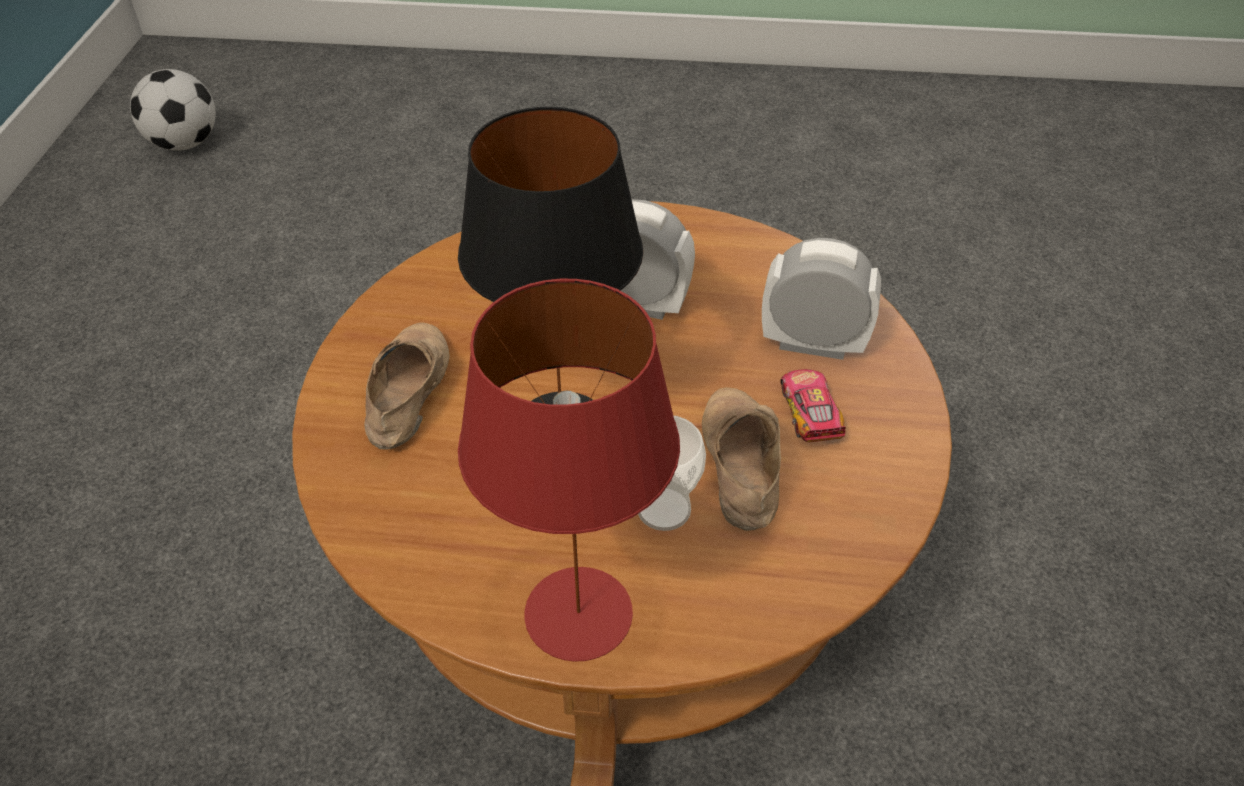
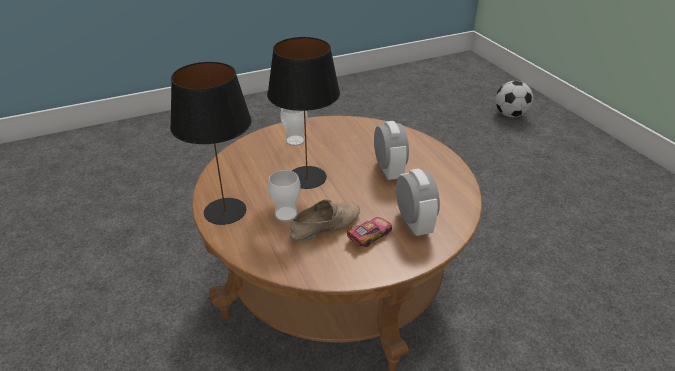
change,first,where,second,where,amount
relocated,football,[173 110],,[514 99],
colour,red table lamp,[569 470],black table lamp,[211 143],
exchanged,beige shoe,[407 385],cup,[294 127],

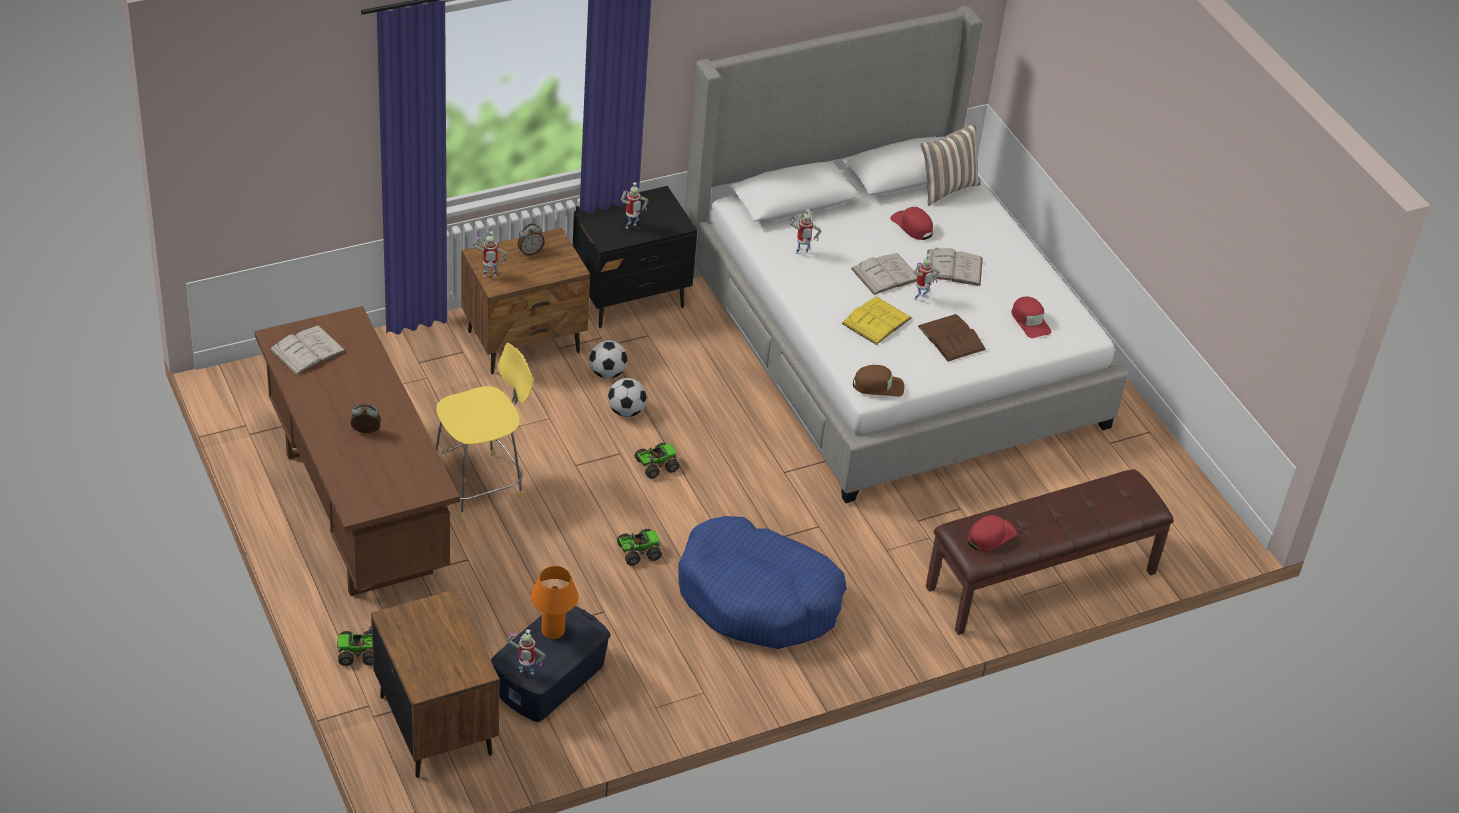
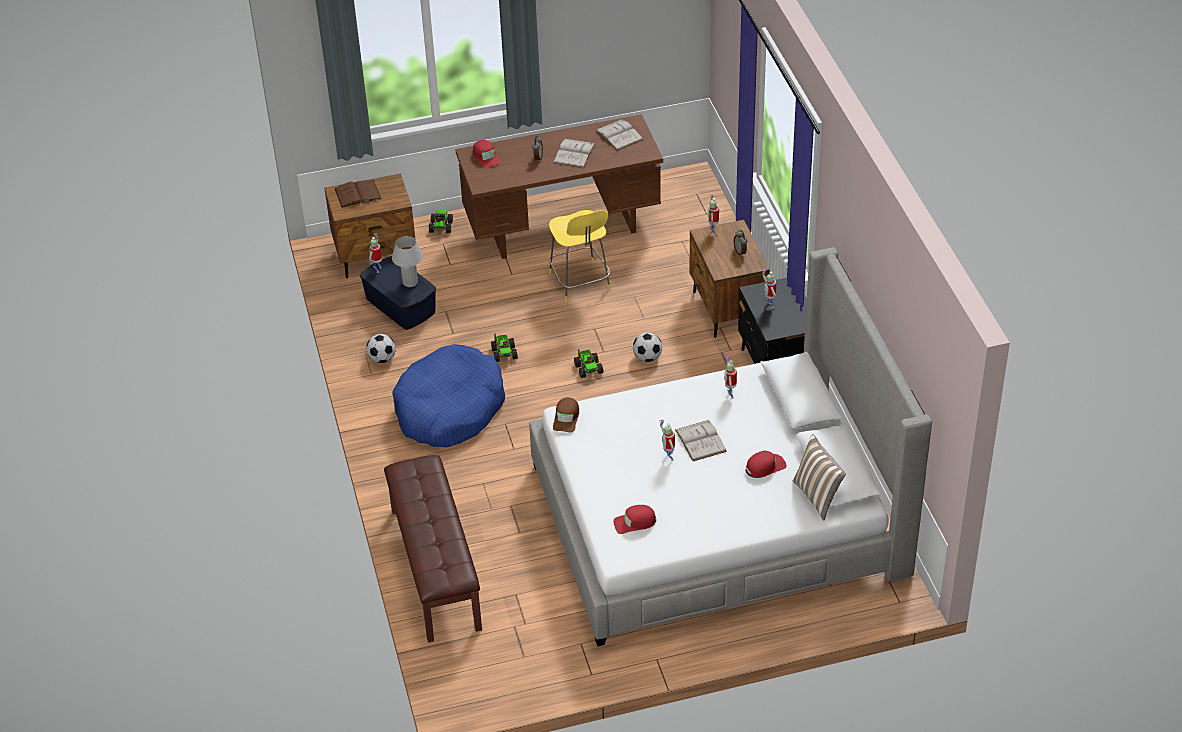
change,first,where,second,where,amount
relocated,white book,[955 267],,[574 154],
missing,yellow book,[876 320],,,
relocated,brown book,[952 338],,[358 194],
relocated,football,[608 359],,[381 348],
relocated,red cap,[992 533],,[487 154],
colour,orange table lamp,[554 602],white table lamp,[407 261],

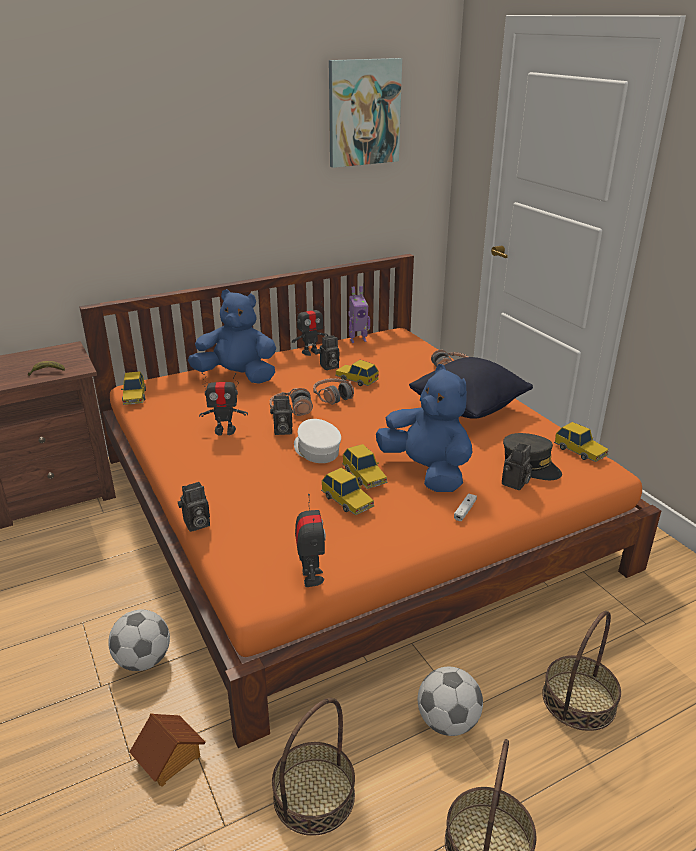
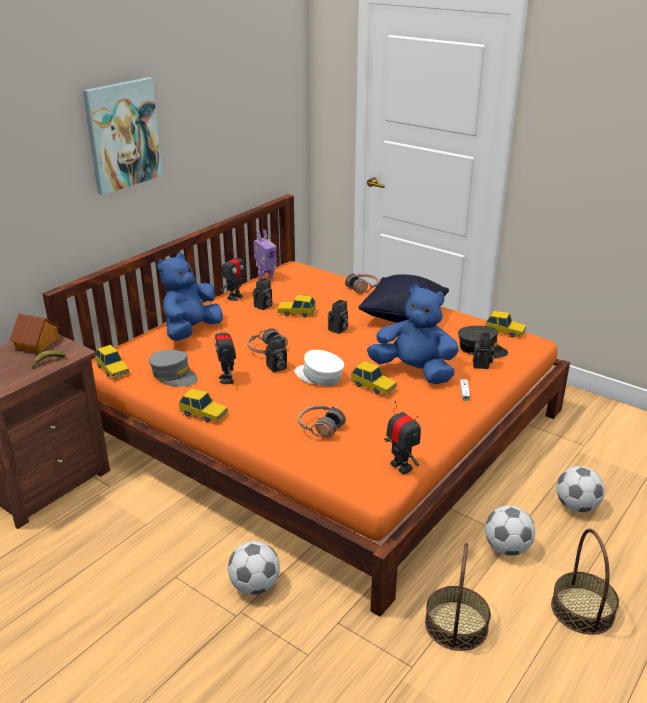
change,first,where,second,where,amount
relocated,picture,[365 113],,[123 136],
spun,blue plush toy,[232 336],,[190 297],45 degrees counterclockwise
spun,toy robot,[223 404],,[225 352],105 degrees clockwise
relocated,headphones,[333 391],,[322 421],
relocated,toy car,[348 491],,[203 405],
relocated,photo camera,[194 507],,[338 317],
exchanged,basket,[581 671],football,[580 489],
relocated,toy house,[167 750],,[35 333],
appeared,,,grey cap,[173 368],

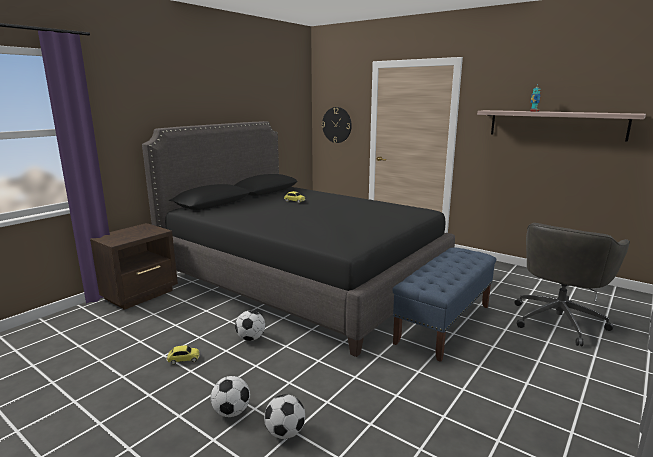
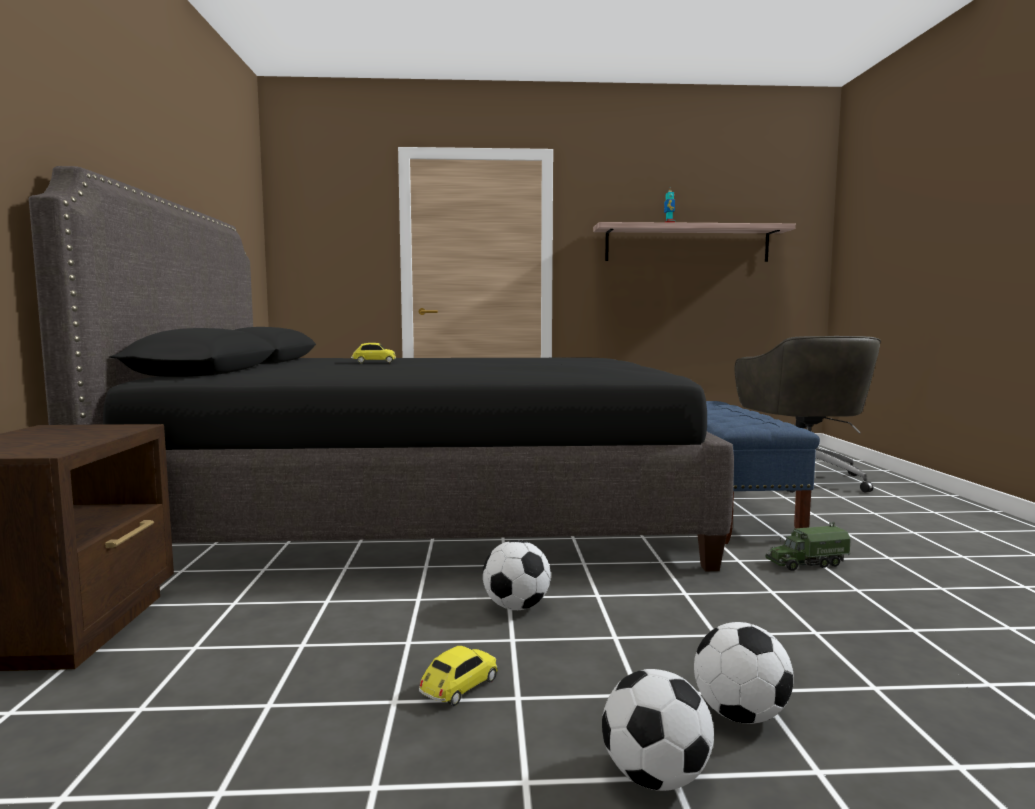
change,first,where,second,where,amount
missing,wall clock,[337 125],,,
relocated,football,[284 416],,[658 730],
appeared,,,toy truck,[808 546],

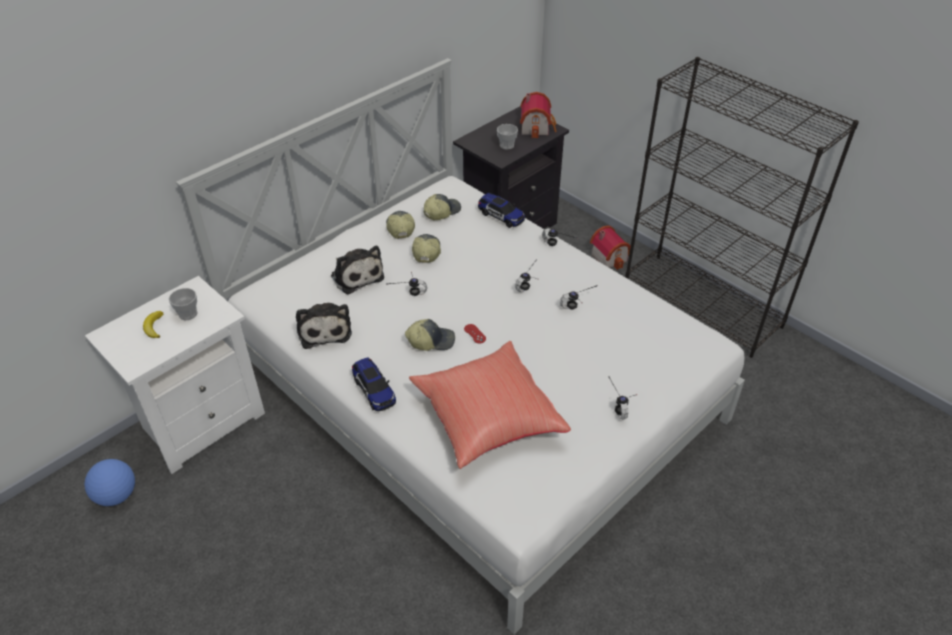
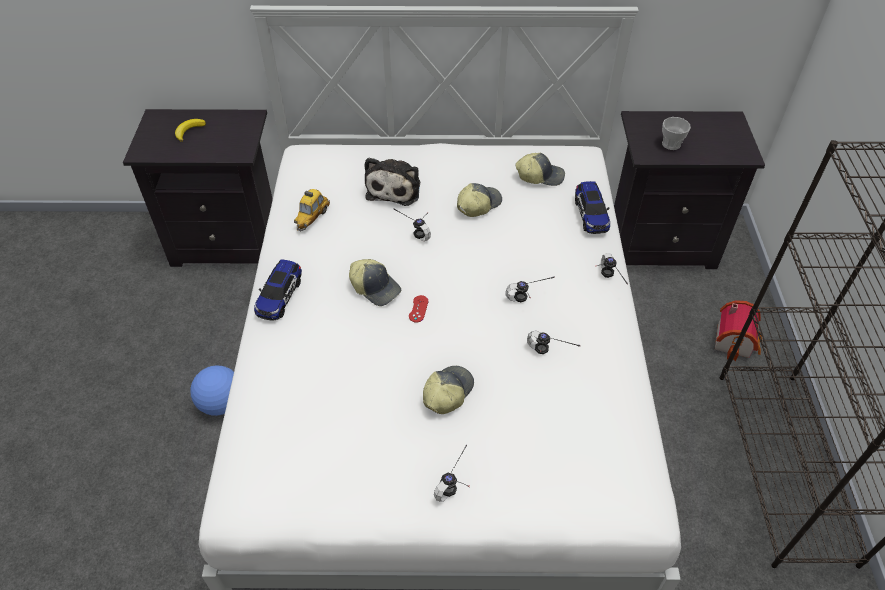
change,first,where,second,where,amount
missing,toy house,[538 115],,,
relocated,cap,[400 225],,[448 390],
colour,white nightstand,[175 375],black nightstand,[198 188],
missing,cup,[183 304],,,
exchanged,plush toy,[324 326],toy car,[312 210],
missing,red pillow,[490 405],,,
relocated,football,[109 482],,[212 391],

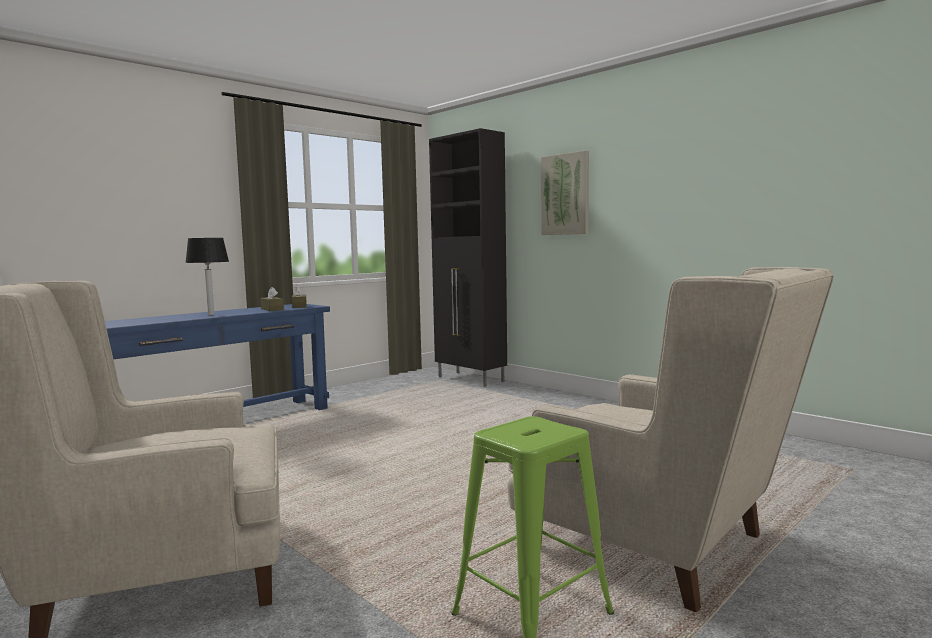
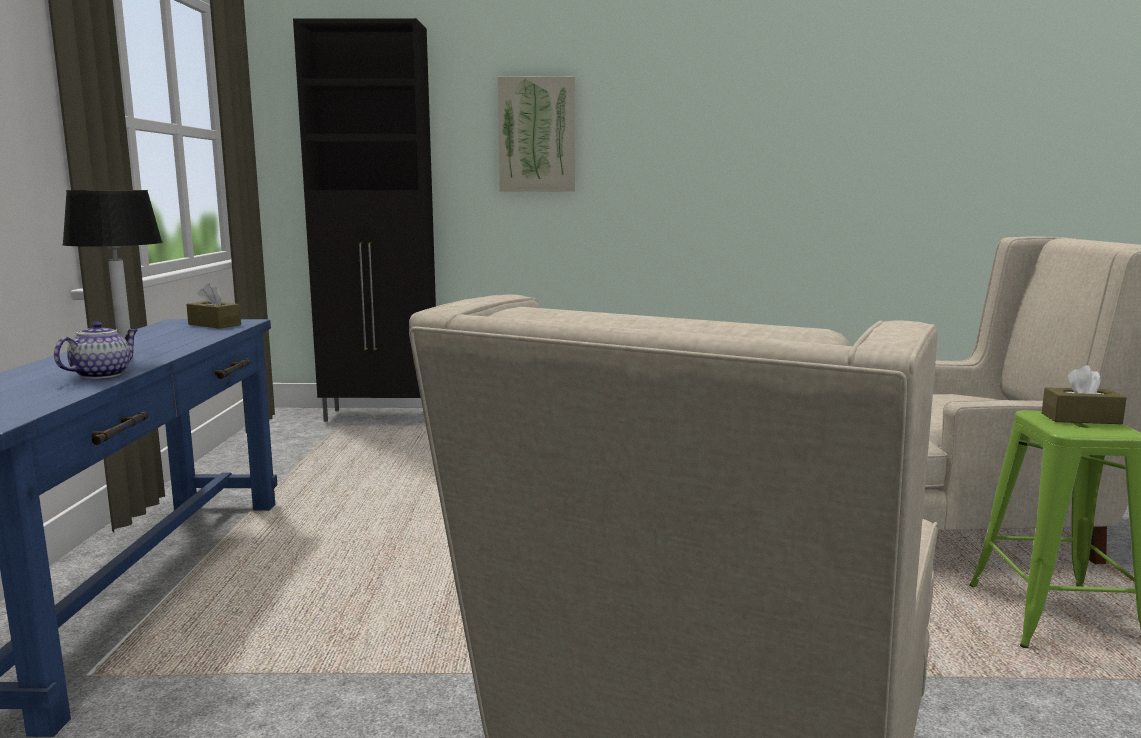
change,first,where,second,where,amount
relocated,brown tissue box,[272 299],,[1084 394],
appeared,,,teapot,[96 350],

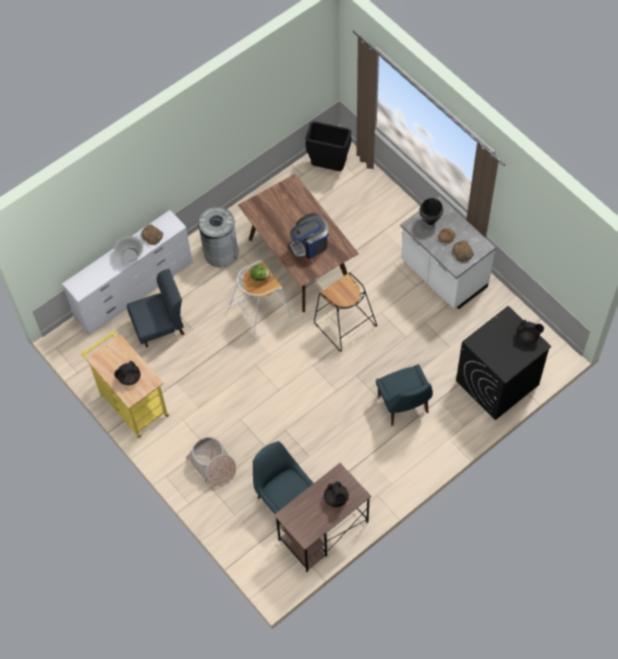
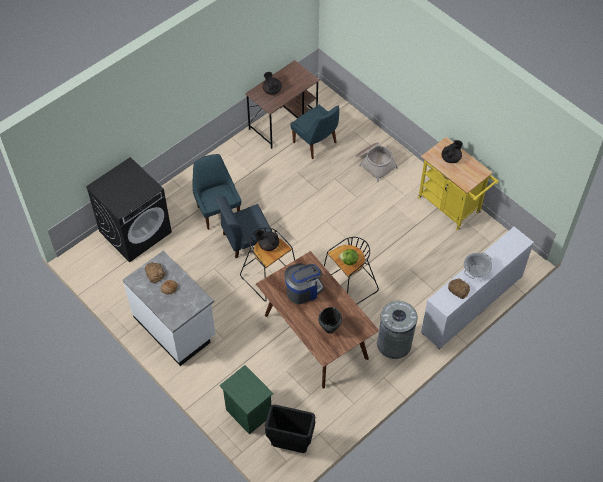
change,first,where,second,where,amount
relocated,black cooking pot,[431 211],,[330 320],
colour,white stool,[260 299],black stool,[351 270],
relocated,blue chair,[155 308],,[243 227],
relocated,black teapot,[530 332],,[267 240],
appeared,,,green nightstand,[246 400],

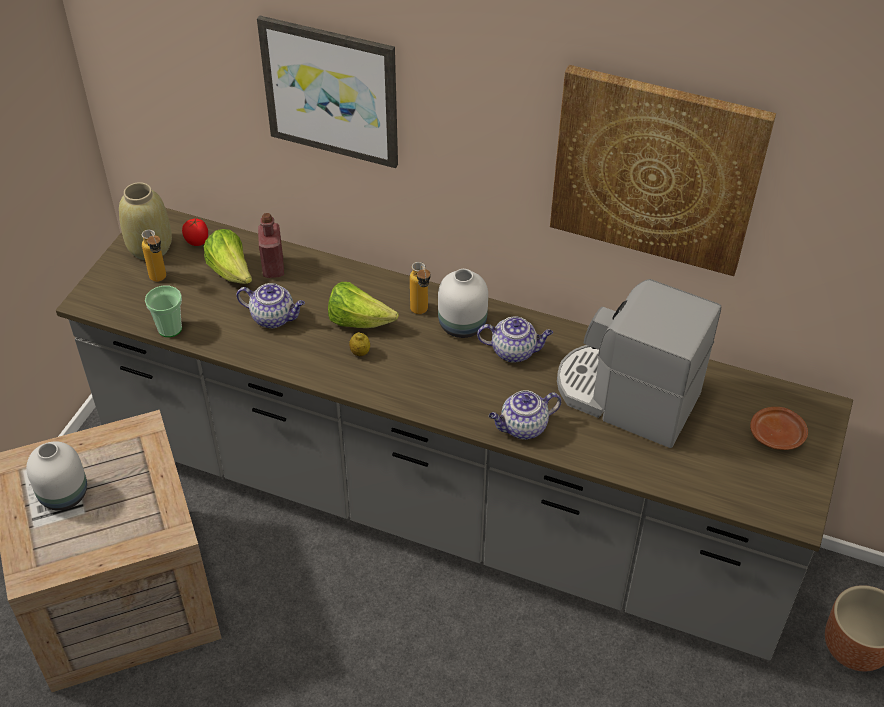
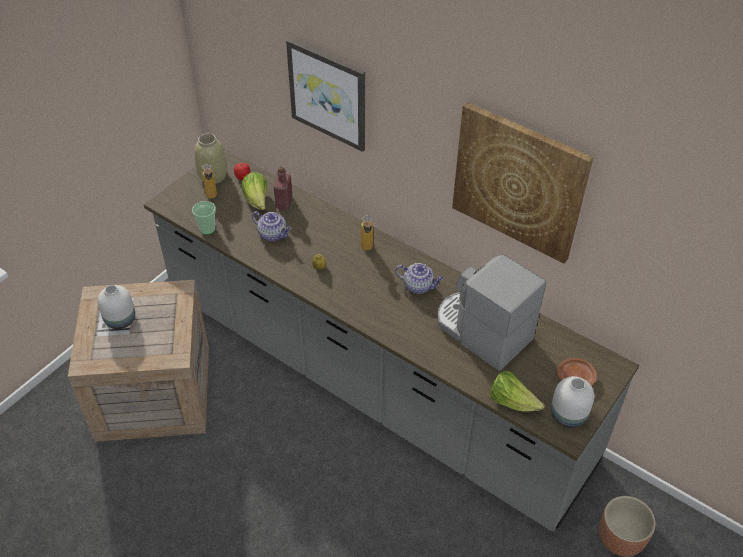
change,first,where,second,where,amount
relocated,white vase,[463 303],,[572 402],
relocated,lettuce,[363 305],,[517 391],
missing,teapot,[525 415],,,

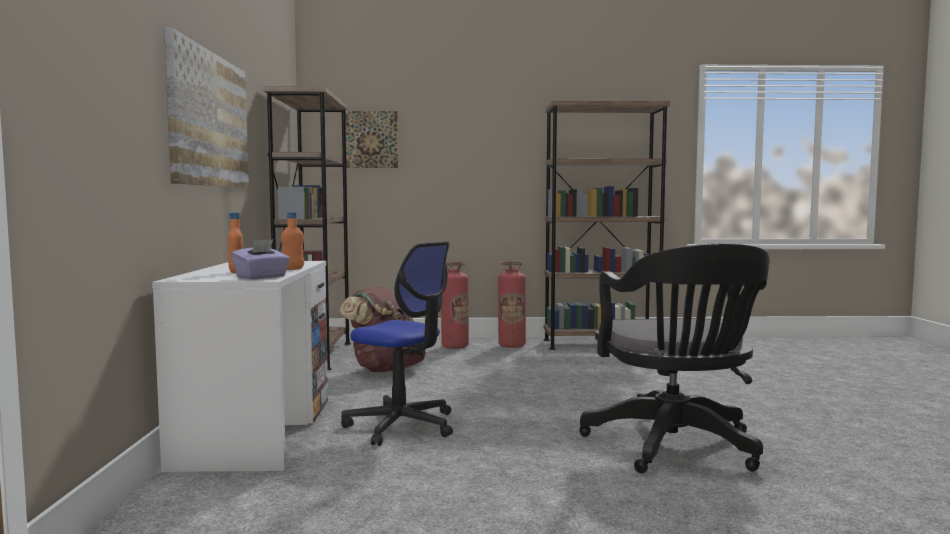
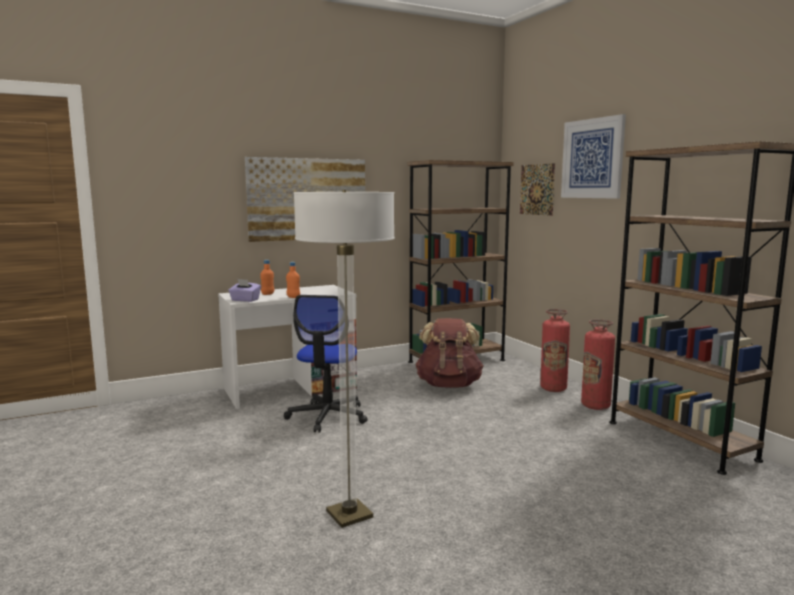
change,first,where,second,where,amount
exchanged,black office chair,[674 358],floor lamp,[344 359],
appeared,,,picture,[593 156],

